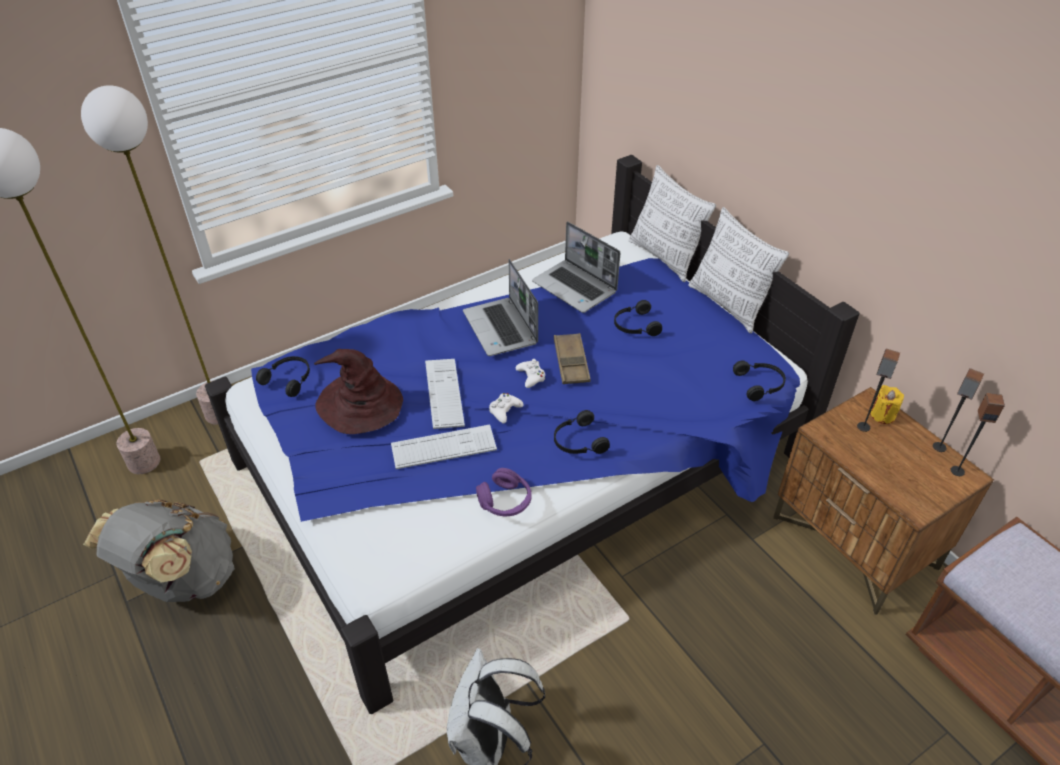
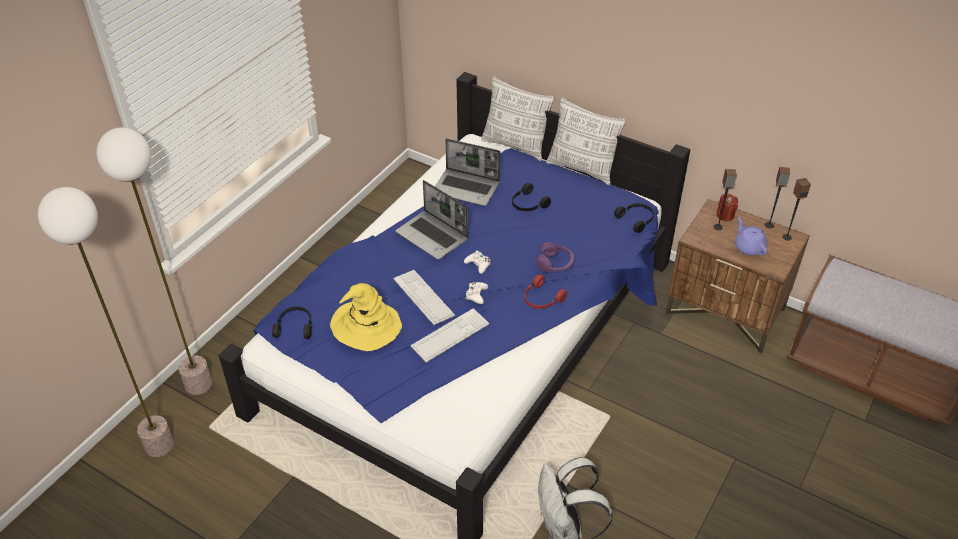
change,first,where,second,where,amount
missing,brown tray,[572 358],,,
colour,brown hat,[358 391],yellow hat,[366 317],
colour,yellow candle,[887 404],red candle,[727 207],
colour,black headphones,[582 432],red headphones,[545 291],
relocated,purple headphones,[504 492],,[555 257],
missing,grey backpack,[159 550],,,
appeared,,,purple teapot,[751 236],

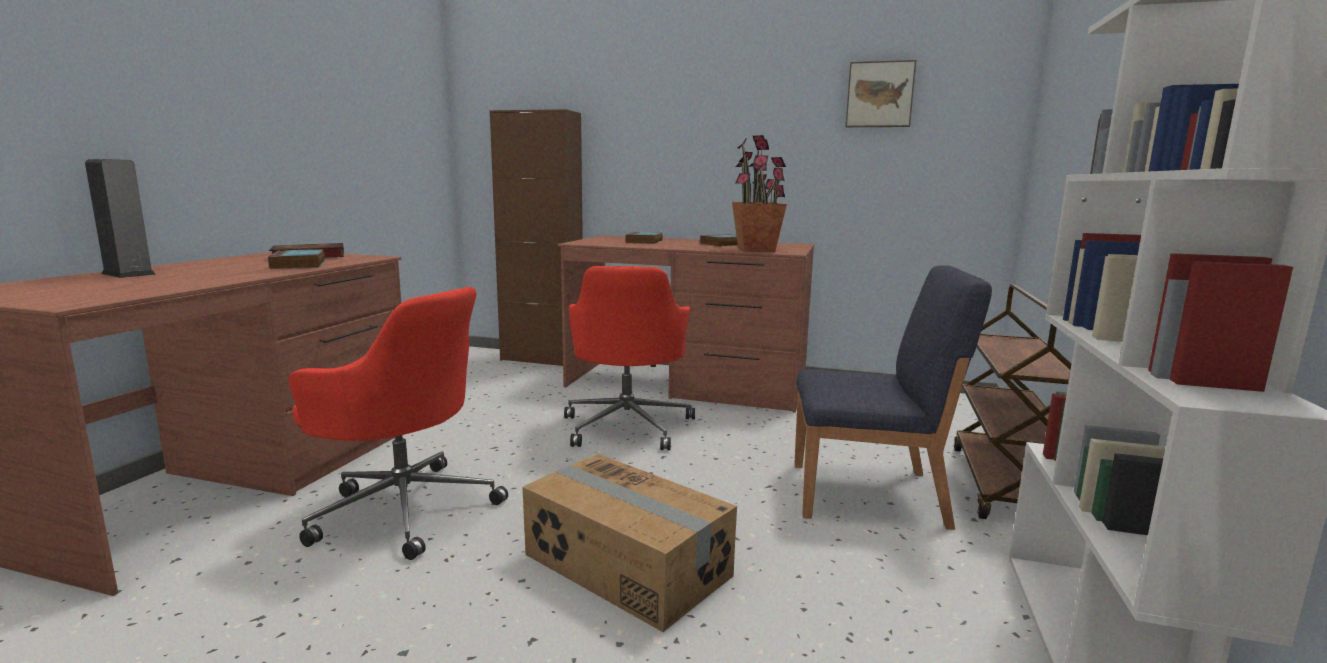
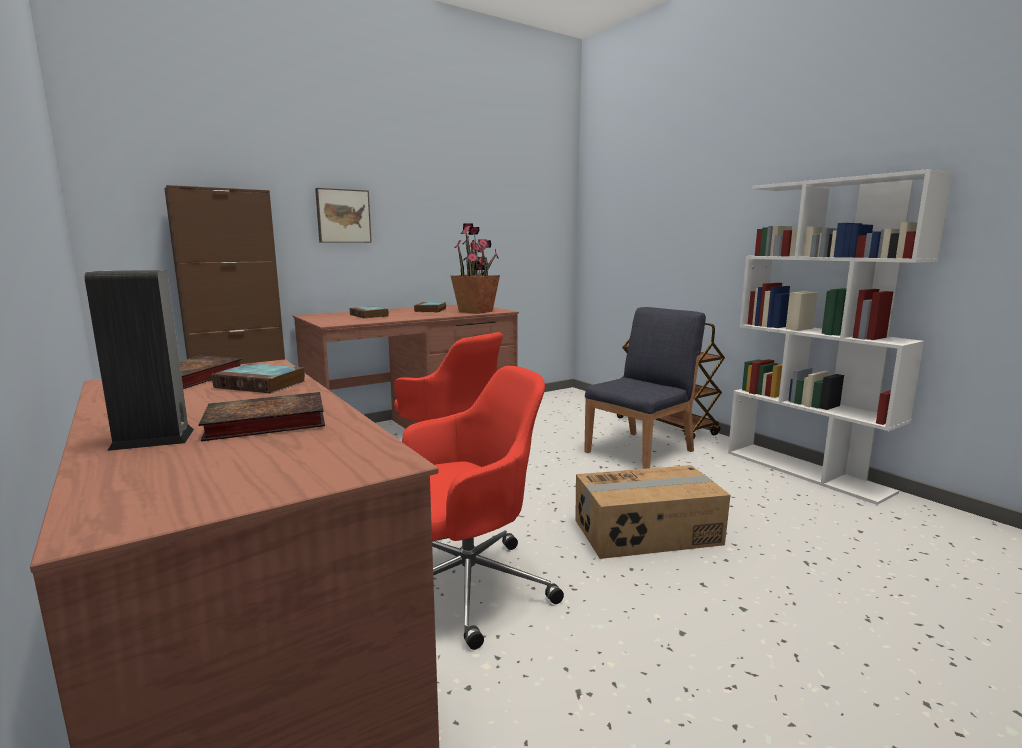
change,first,where,second,where,amount
relocated,picture,[880 93],,[343 215],
appeared,,,book,[261 416],

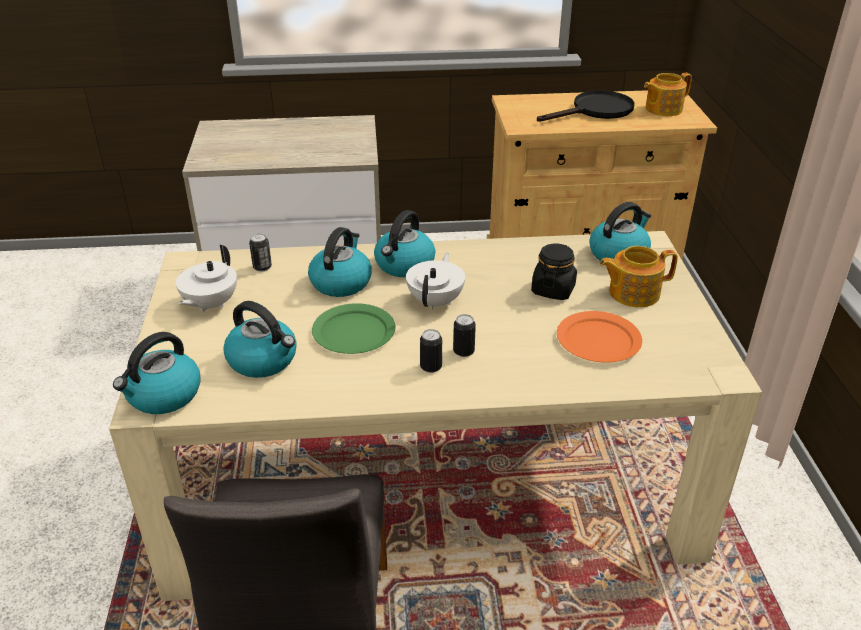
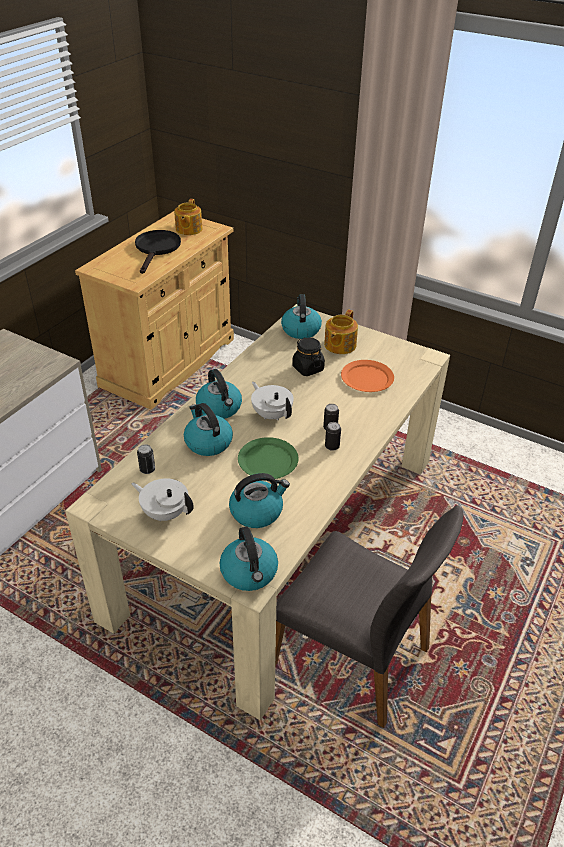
change,first,where,second,where,amount
spun,white teapot,[206 279],,[162 499],150 degrees clockwise

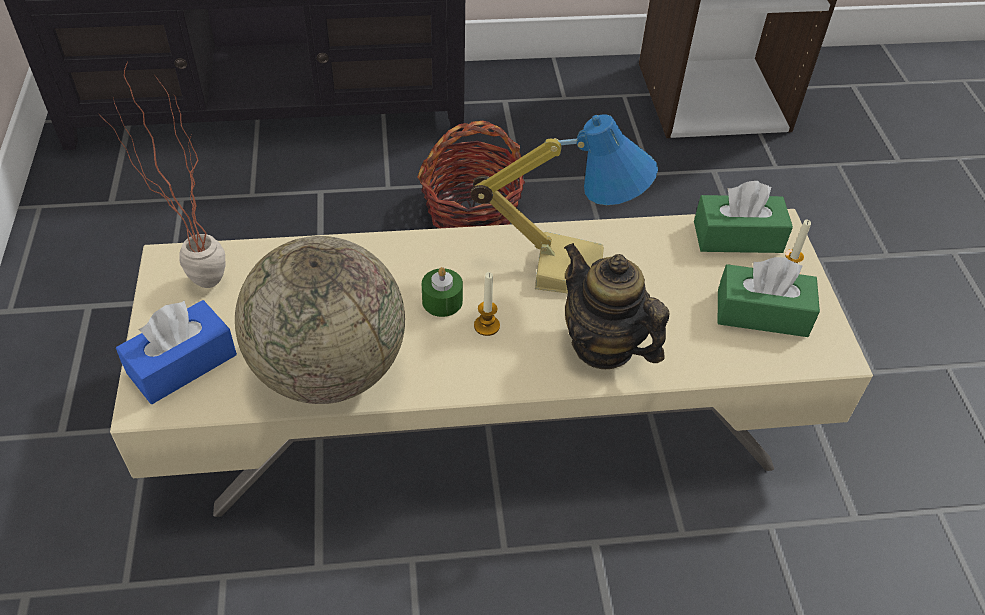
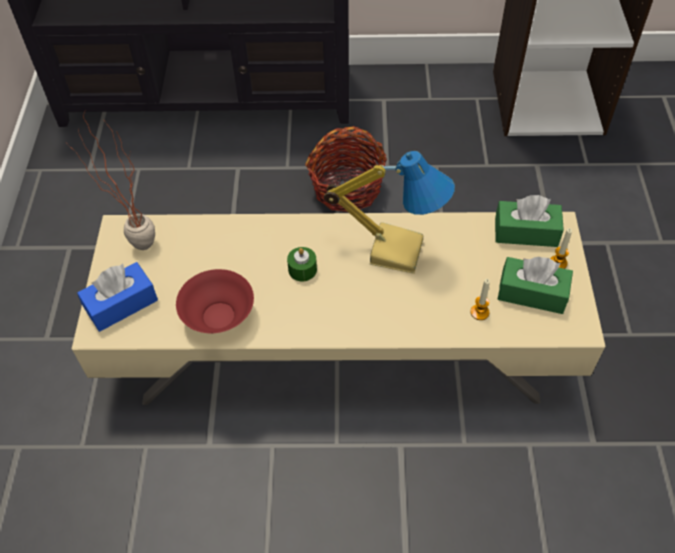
change,first,where,second,where,amount
exchanged,globe,[320 320],red bowl,[215 301],
missing,teapot,[616 306],,,
relocated,candle,[487 304],,[480 299],

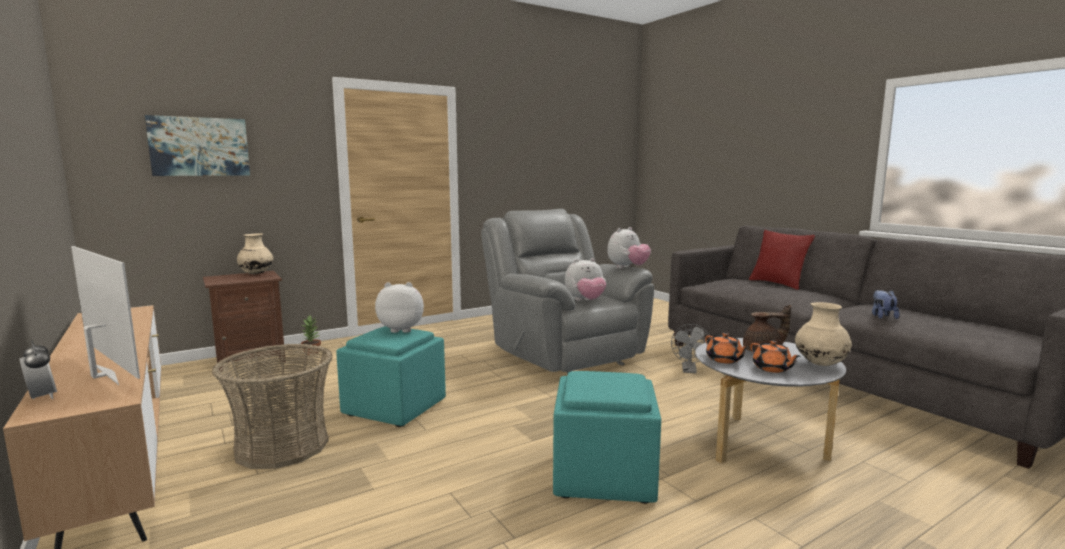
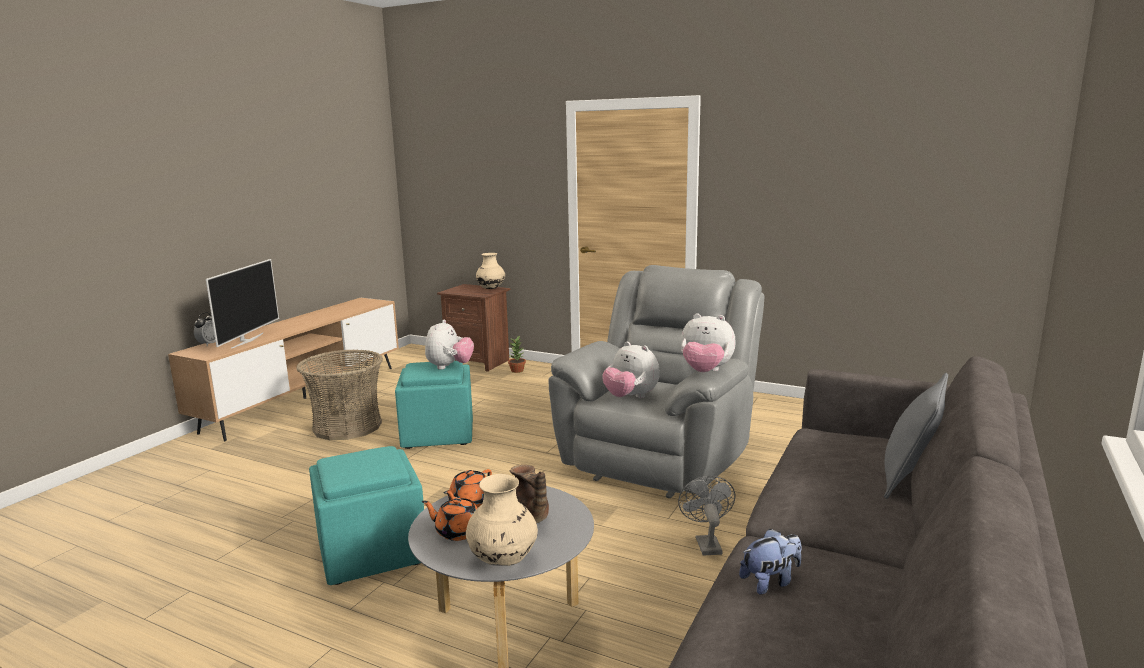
change,first,where,second,where,amount
missing,picture,[197 145],,,
colour,red pillow,[782 260],grey pillow,[916 436],
spun,plush toy,[399 307],,[449 344],45 degrees clockwise
spun,grey fan,[691 349],,[706 516],105 degrees clockwise
spun,orange teapot,[776 357],,[449 519],75 degrees clockwise

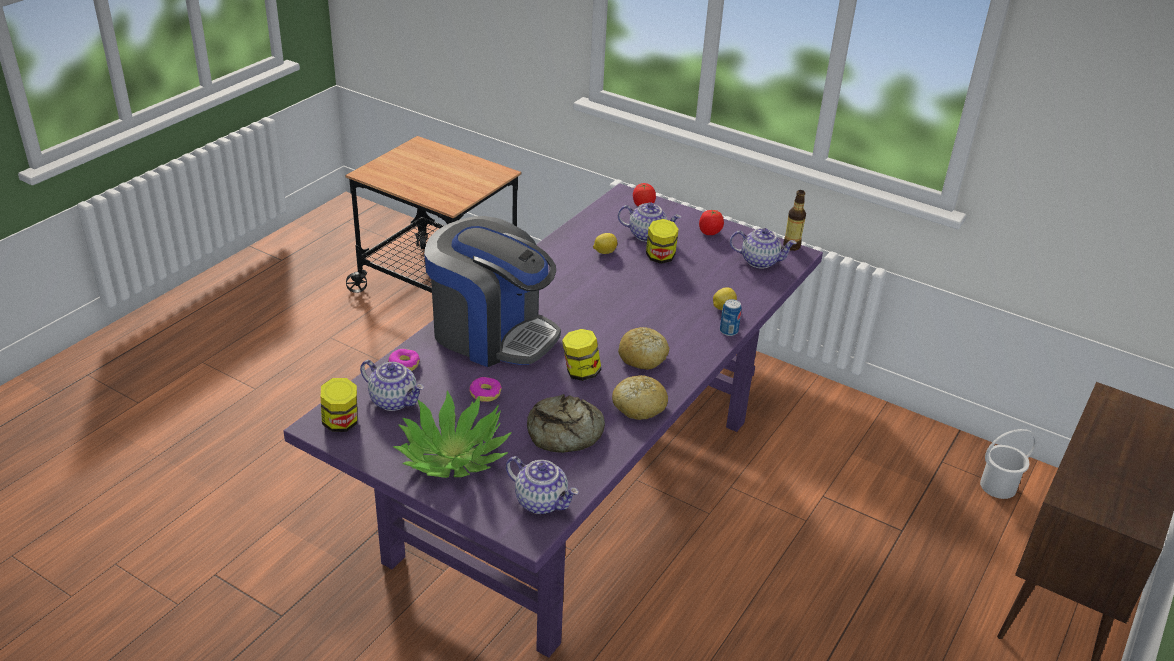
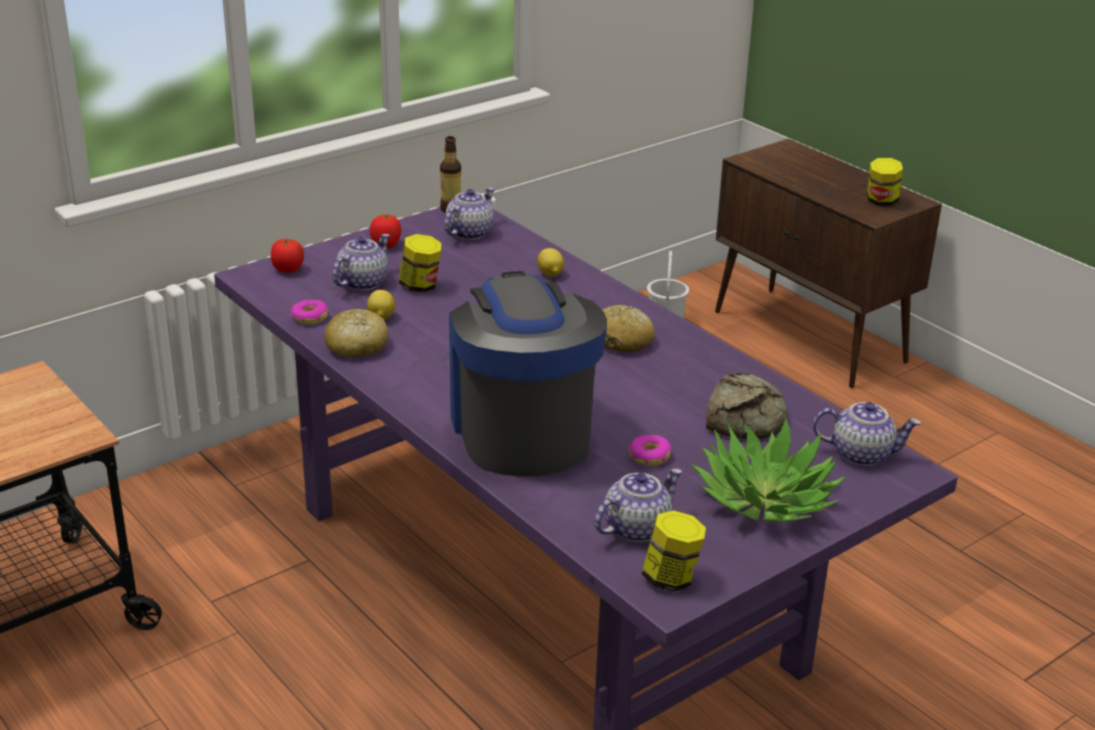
change,first,where,second,where,amount
spun,coffee machine,[492 291],,[528 374],60 degrees counterclockwise
missing,can,[730 317],,,
relocated,jar,[582 355],,[885 182],
relocated,donut,[404 360],,[309 312],
relocated,bread,[640 397],,[356 333],
spun,teapot,[542 485],,[867 434],45 degrees clockwise

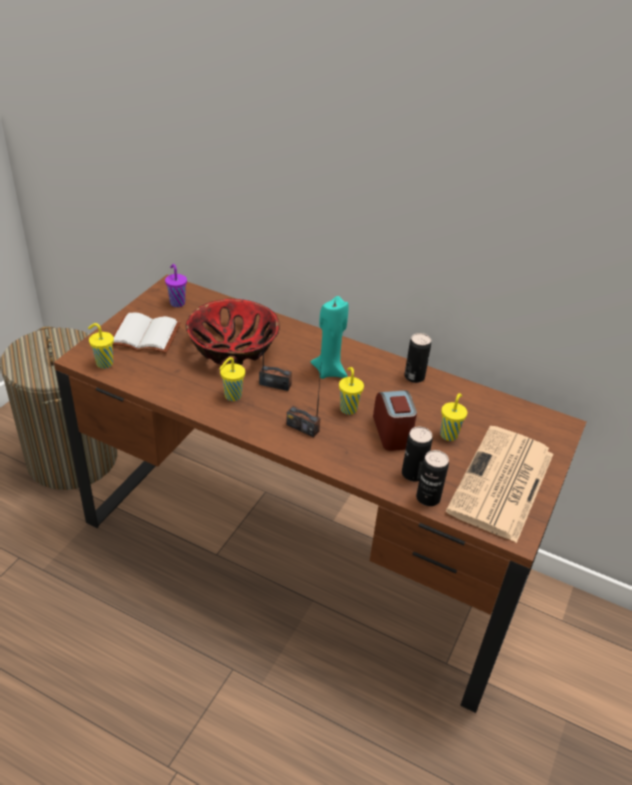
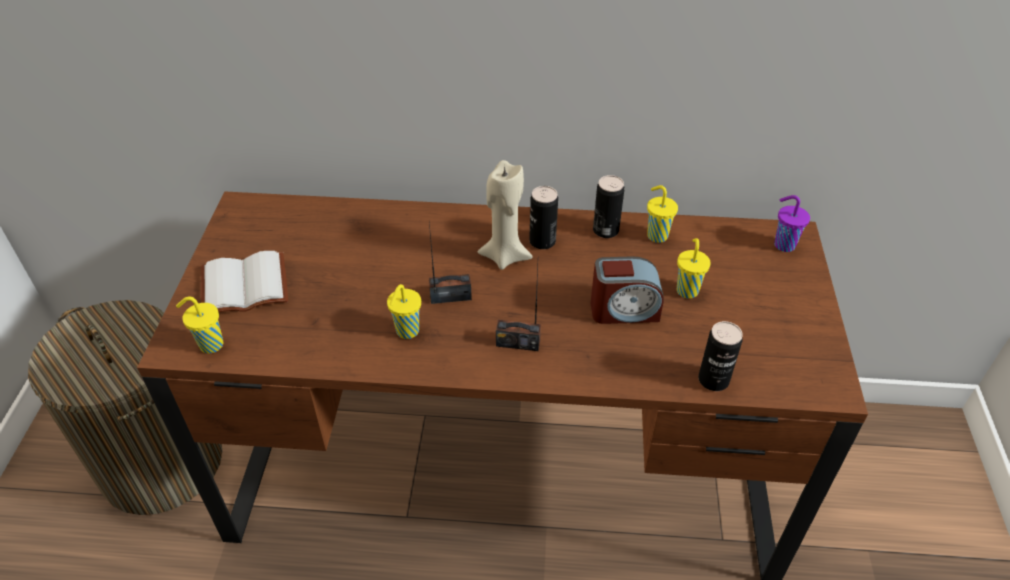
change,first,where,second,where,amount
relocated,purple cup,[176 285],,[792 223],
colour,turquoise candle,[330 337],beige candle,[504 215],
missing,bowl,[233 332],,,
relocated,yellow cup,[351 391],,[662 214],
spun,alarm clock,[395 421],,[627 290],120 degrees clockwise
missing,newspaper,[499 484],,,
relocated,can,[417 454],,[543 217],

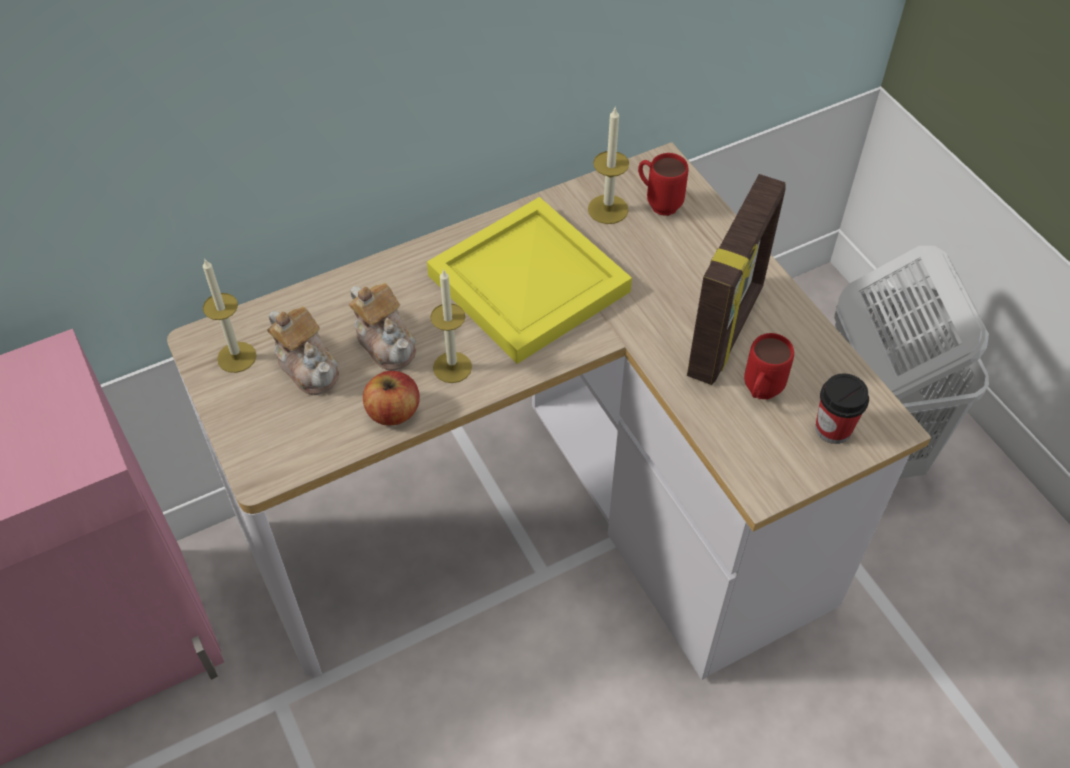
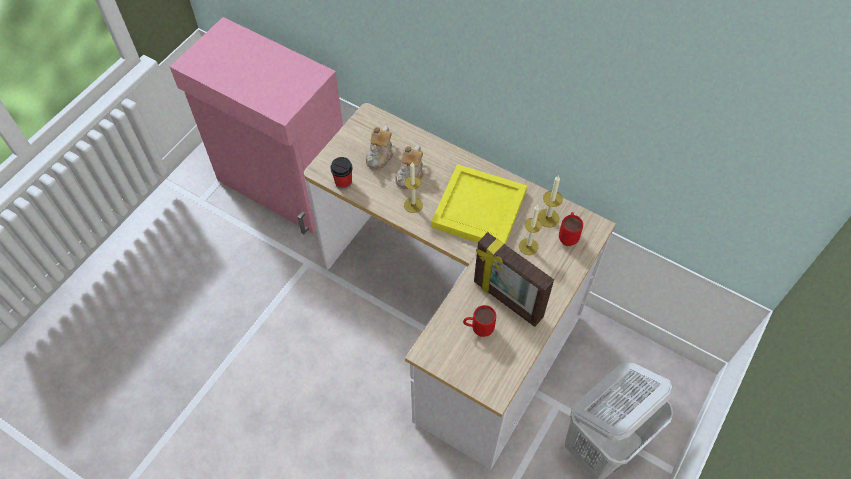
change,first,where,second,where,amount
spun,picture frame,[736 279],,[514 279],45 degrees clockwise
relocated,candle,[229 315],,[530 230],
missing,apple,[391 398],,,
relocated,cup,[842 408],,[341 173],

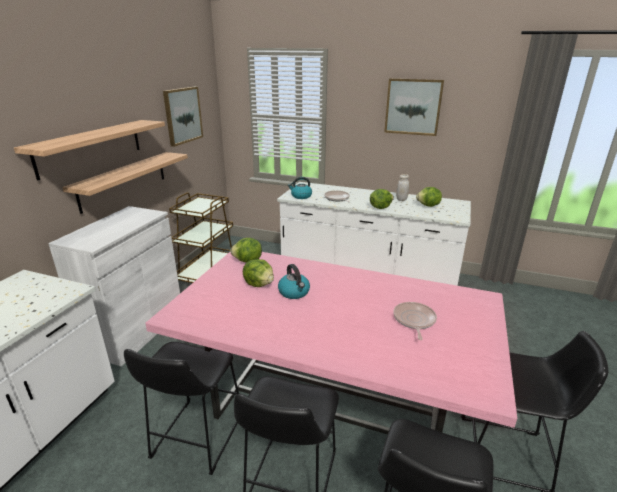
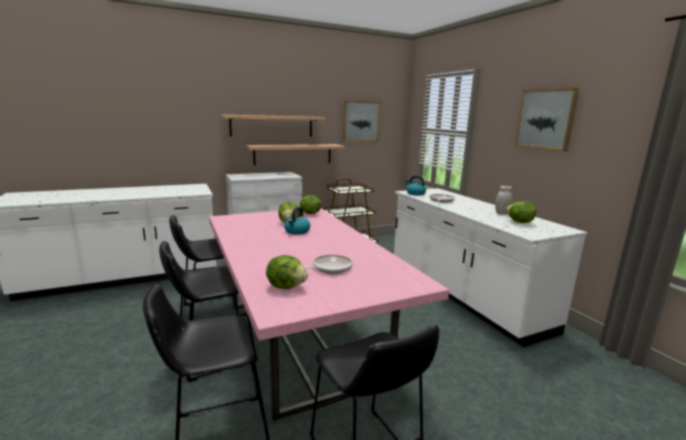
change,first,where,second,where,amount
relocated,lettuce,[382 199],,[287 272],

